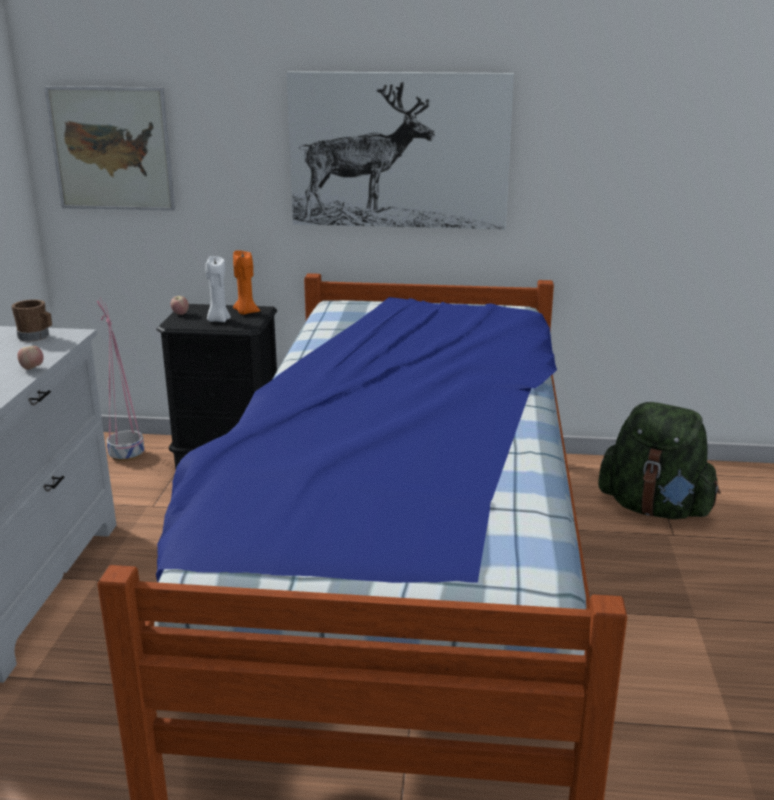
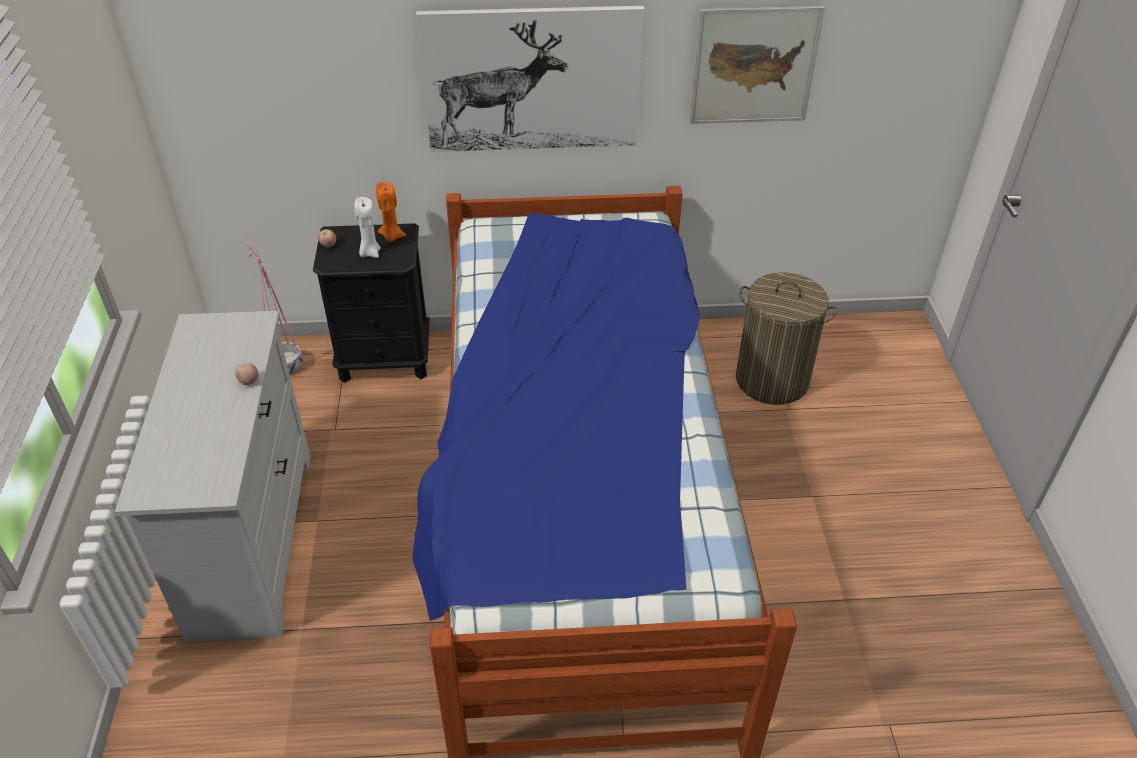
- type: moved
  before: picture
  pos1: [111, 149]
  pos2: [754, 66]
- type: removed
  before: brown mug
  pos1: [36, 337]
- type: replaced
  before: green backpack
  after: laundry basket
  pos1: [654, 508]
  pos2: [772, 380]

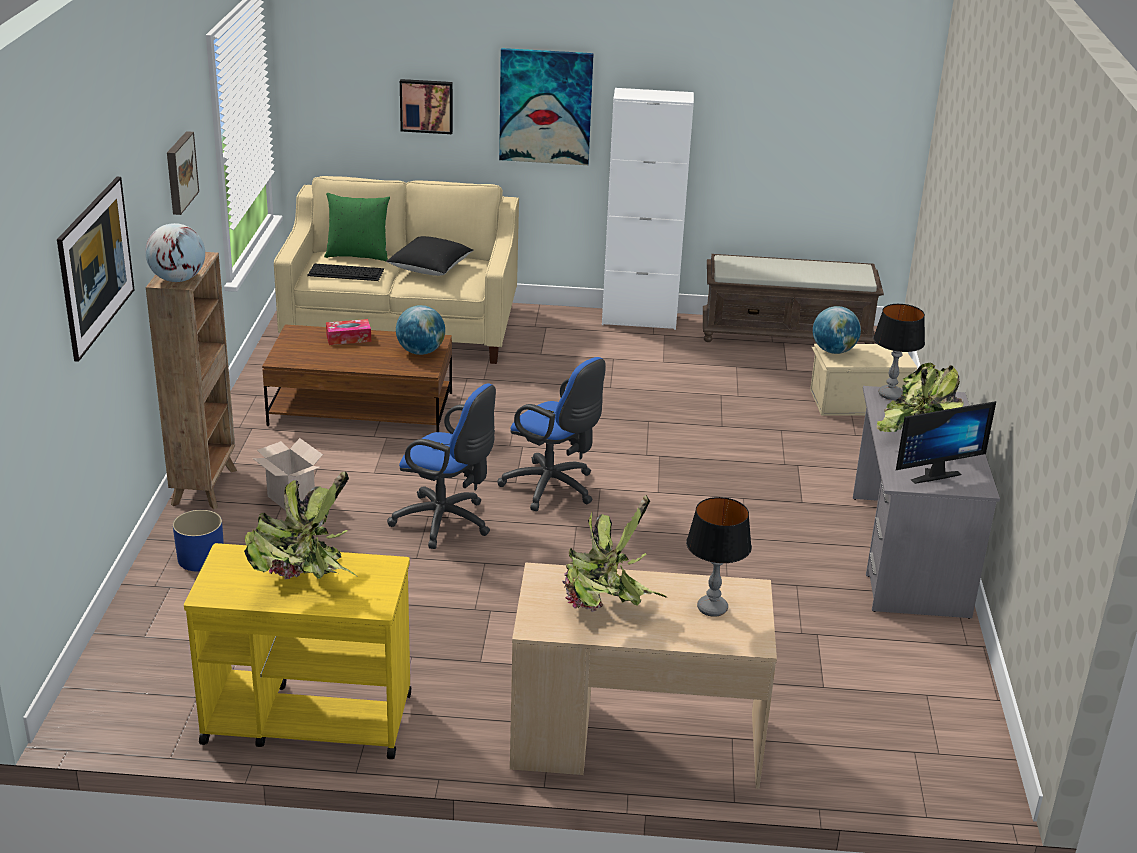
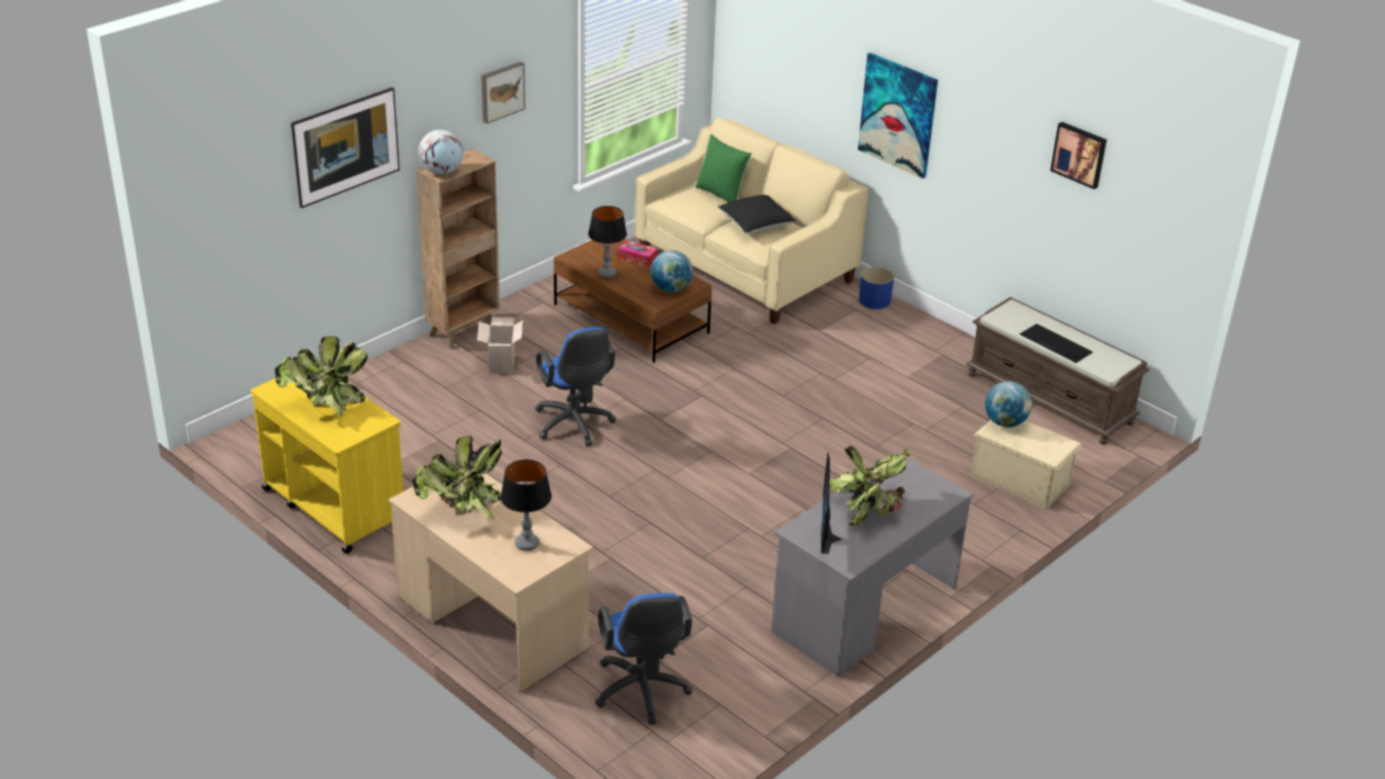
- type: moved
  before: picture
  pos1: [426, 105]
  pos2: [1079, 154]
- type: removed
  before: white cabinet
  pos1: [639, 320]
- type: moved
  before: keyboard
  pos1: [346, 272]
  pos2: [1056, 343]
- type: moved
  before: table lamp
  pos1: [890, 395]
  pos2: [607, 274]
- type: moved
  before: blue office chair
  pos1: [553, 489]
  pos2: [642, 693]
- type: turned
  before: monitor
  pos1: [932, 474]
  pos2: [831, 538]
  turn: 75
- type: moved
  before: blue planter
  pos1: [201, 558]
  pos2: [874, 301]

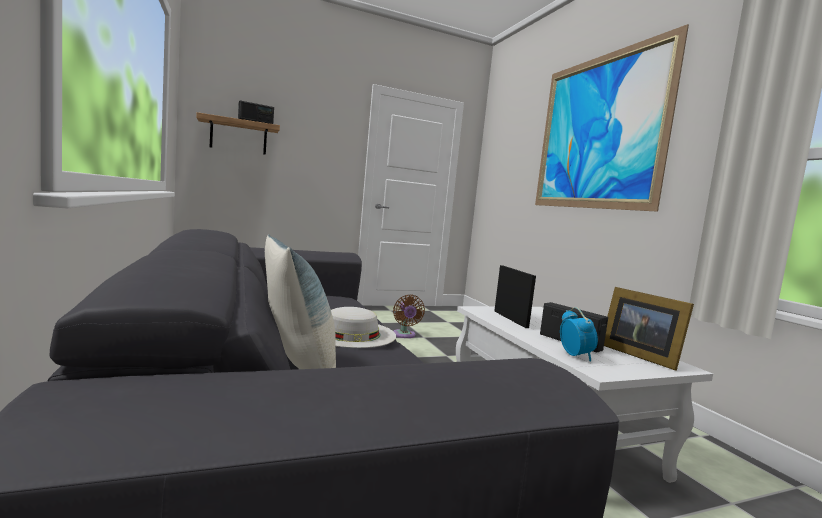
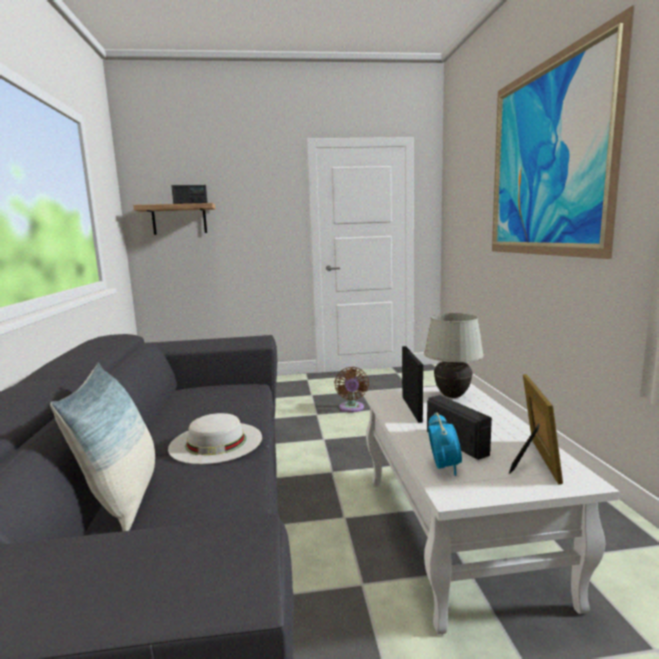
- type: turned
  before: picture frame
  pos1: [638, 355]
  pos2: [533, 461]
  turn: -150
- type: added
  after: white table lamp
  pos2: [452, 396]

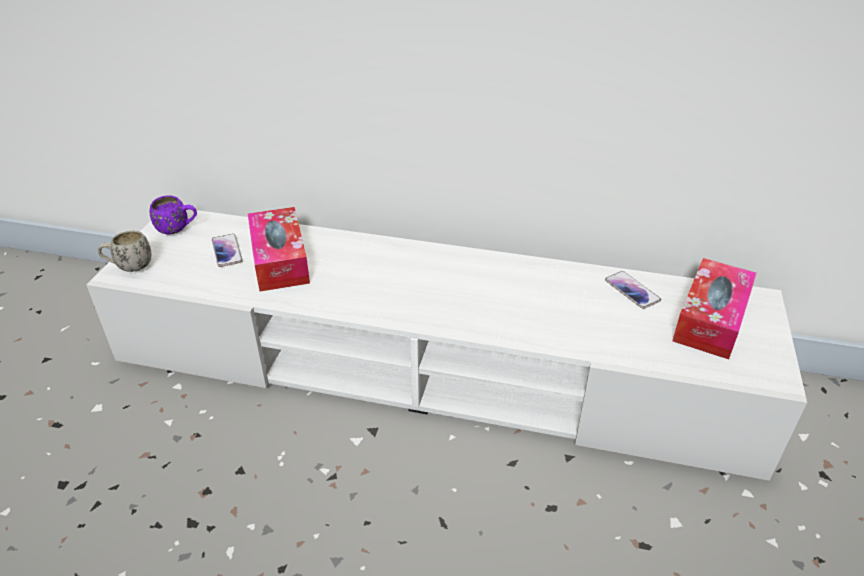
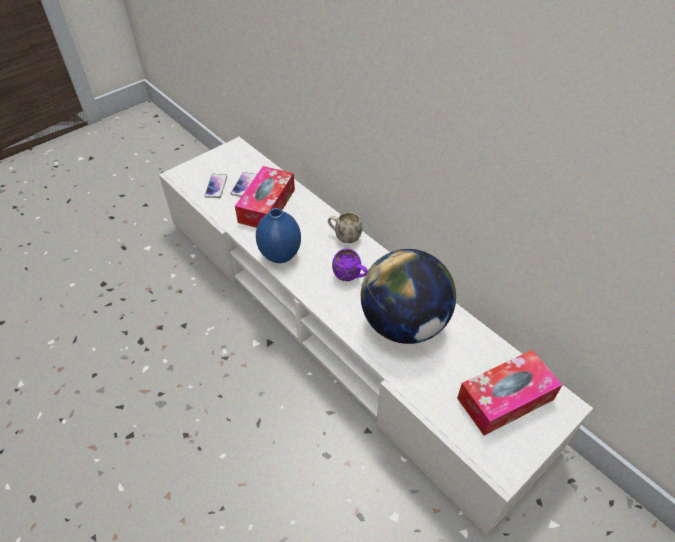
- type: moved
  before: purple mug
  pos1: [178, 229]
  pos2: [350, 277]
- type: moved
  before: white mug
  pos1: [129, 267]
  pos2: [344, 237]
- type: moved
  before: phone
  pos1: [632, 290]
  pos2: [216, 186]
- type: added
  after: blue vase
  pos2: [280, 256]
- type: added
  after: globe
  pos2: [404, 324]

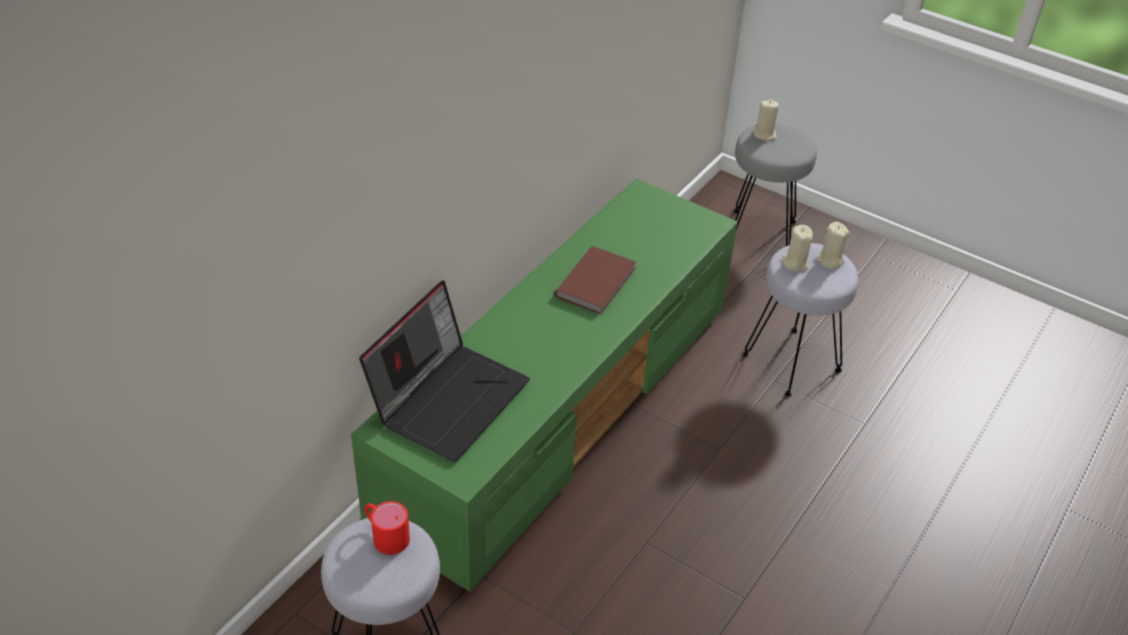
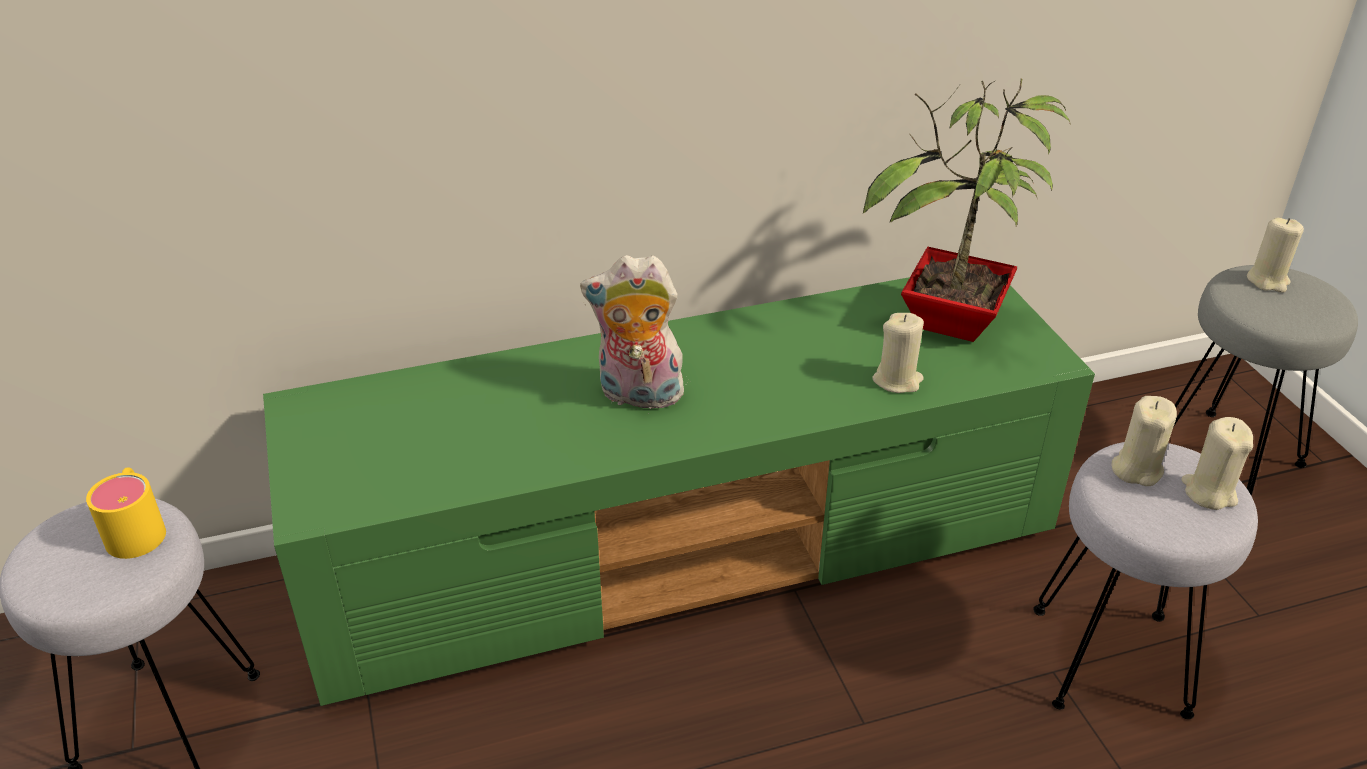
- type: removed
  before: brown book
  pos1: [598, 282]
- type: removed
  before: laptop
  pos1: [449, 398]
- type: recoloured
  before: red mug
  after: yellow mug
  pos1: [385, 535]
  pos2: [137, 528]
- type: added
  after: potted plant
  pos2: [951, 325]
- type: added
  after: plush toy
  pos2: [638, 396]
- type: added
  after: beige candle
  pos2: [897, 380]

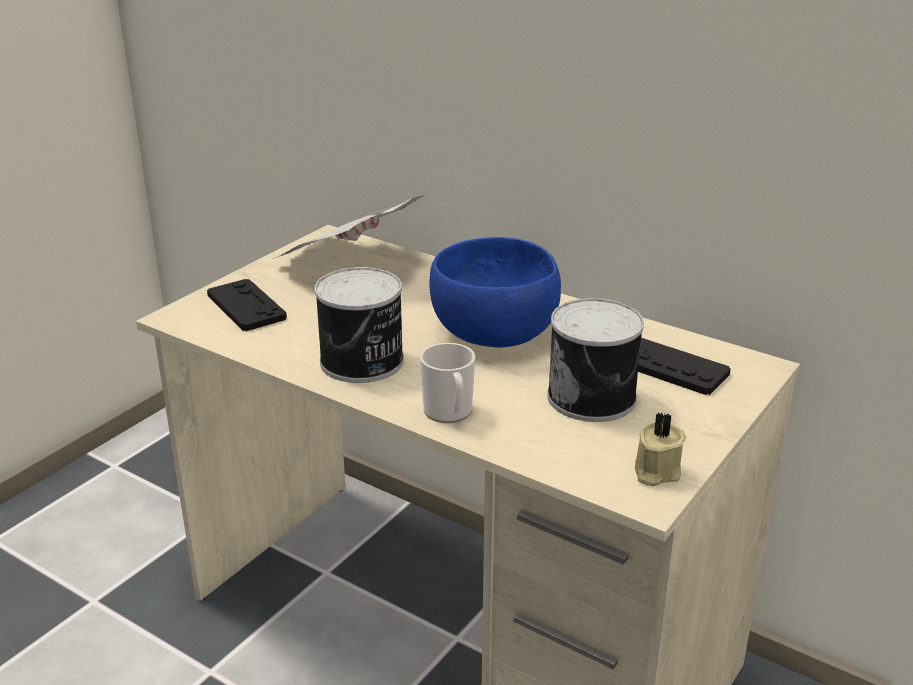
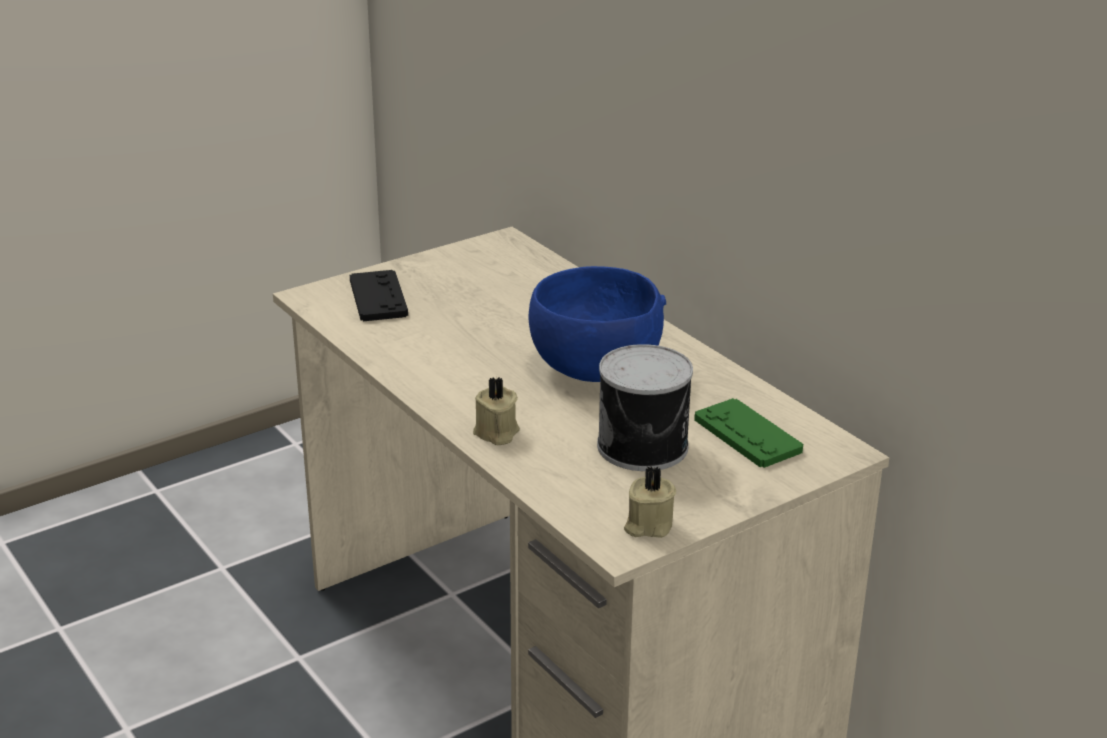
- type: removed
  before: newspaper
  pos1: [349, 265]
- type: removed
  before: can
  pos1: [363, 362]
- type: recoloured
  before: black game controller
  after: green game controller
  pos1: [672, 368]
  pos2: [747, 435]
- type: replaced
  before: mug
  after: beige candle
  pos1: [449, 413]
  pos2: [496, 433]

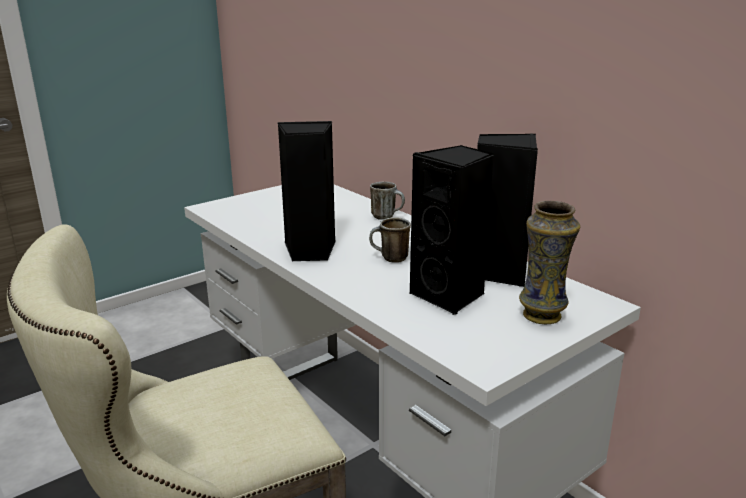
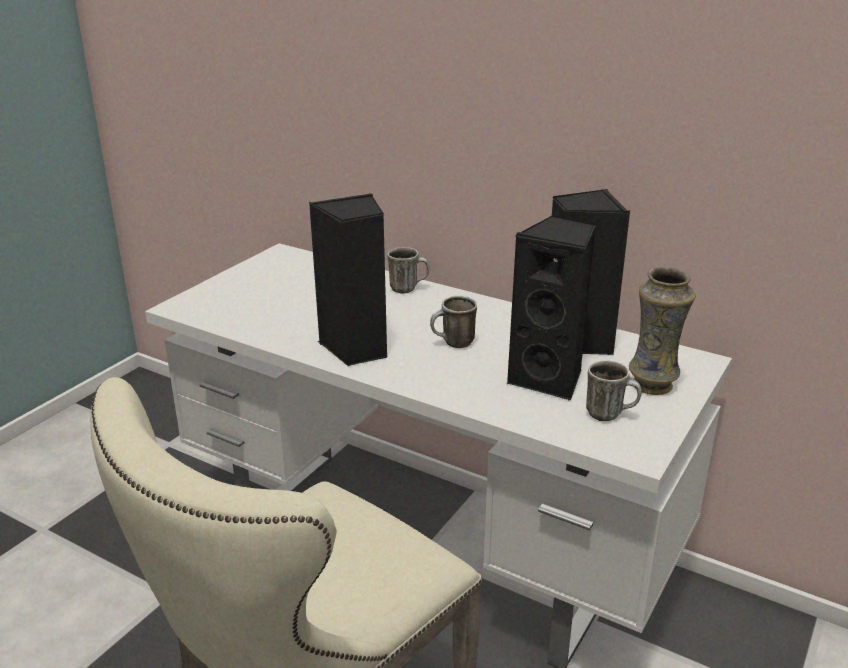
- type: added
  after: mug
  pos2: [610, 414]

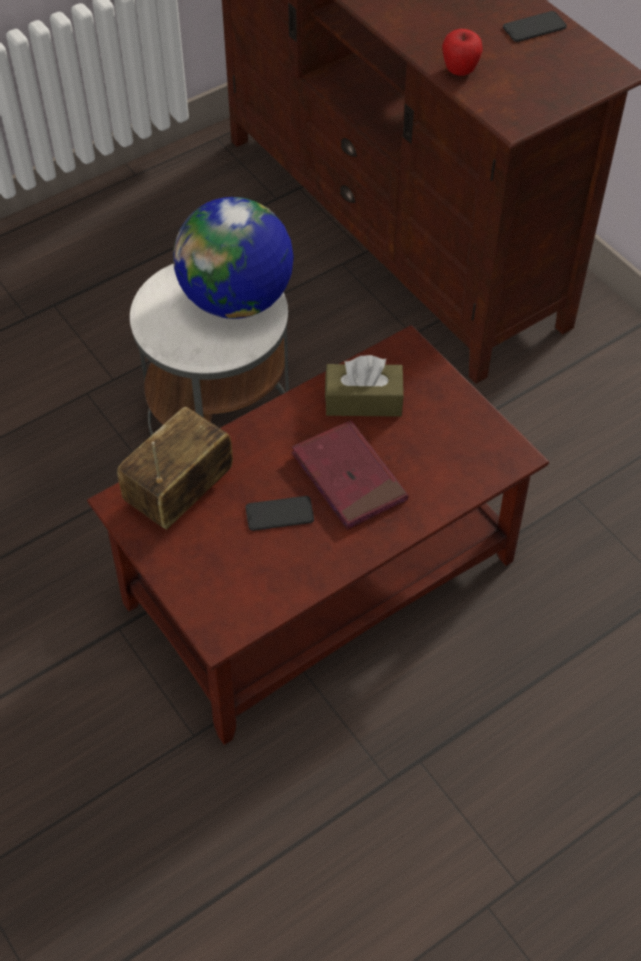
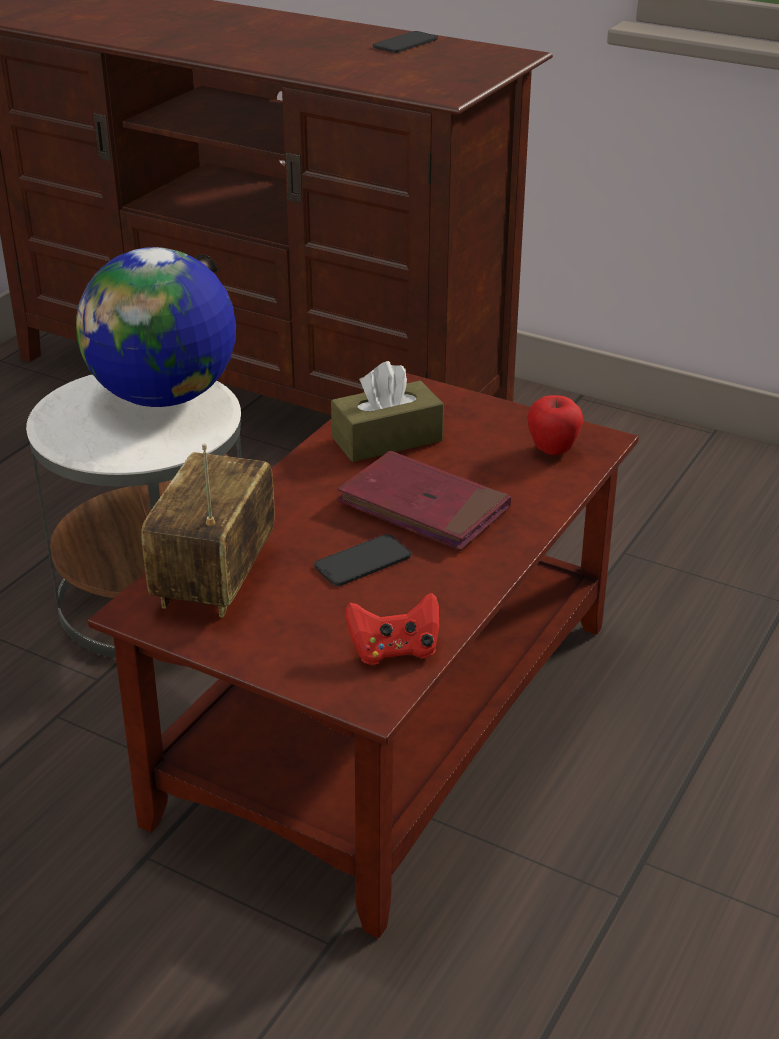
- type: moved
  before: apple
  pos1: [460, 71]
  pos2: [552, 450]
- type: added
  after: red game controller
  pos2: [394, 650]

